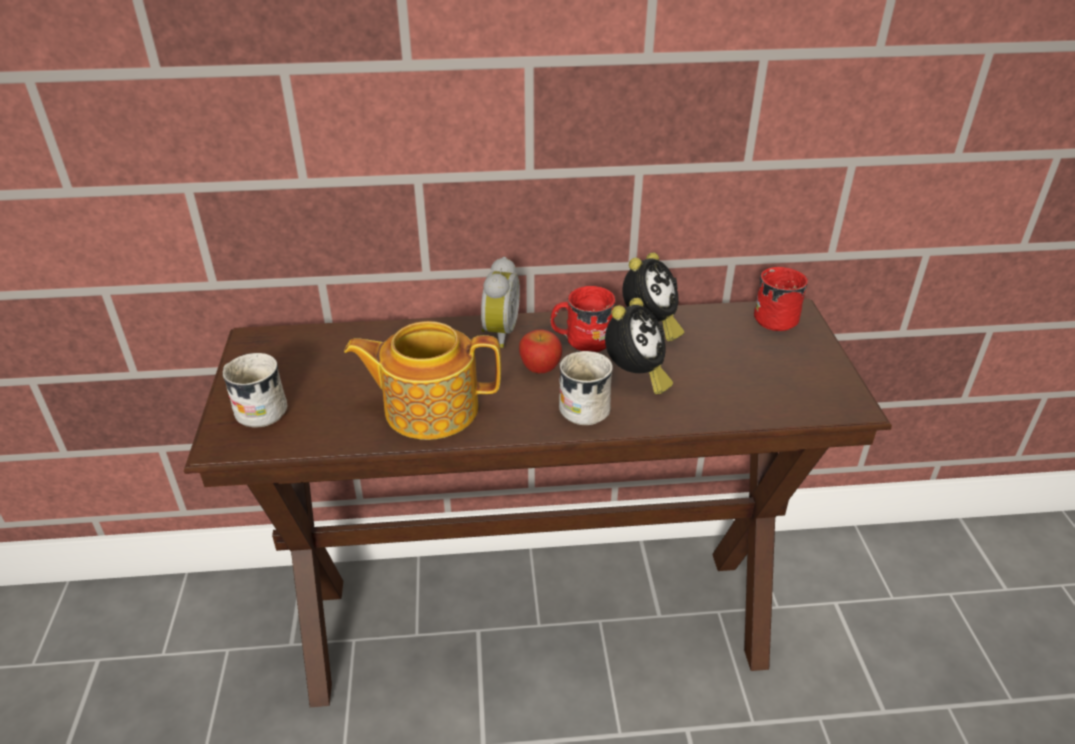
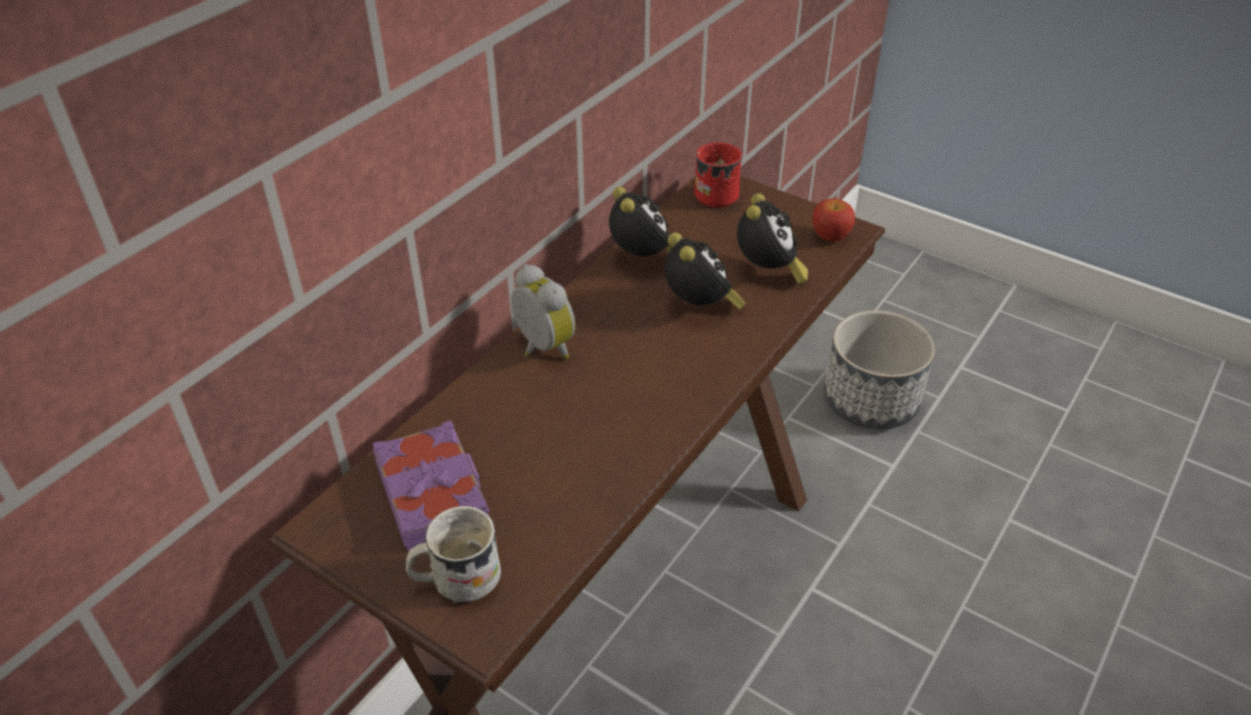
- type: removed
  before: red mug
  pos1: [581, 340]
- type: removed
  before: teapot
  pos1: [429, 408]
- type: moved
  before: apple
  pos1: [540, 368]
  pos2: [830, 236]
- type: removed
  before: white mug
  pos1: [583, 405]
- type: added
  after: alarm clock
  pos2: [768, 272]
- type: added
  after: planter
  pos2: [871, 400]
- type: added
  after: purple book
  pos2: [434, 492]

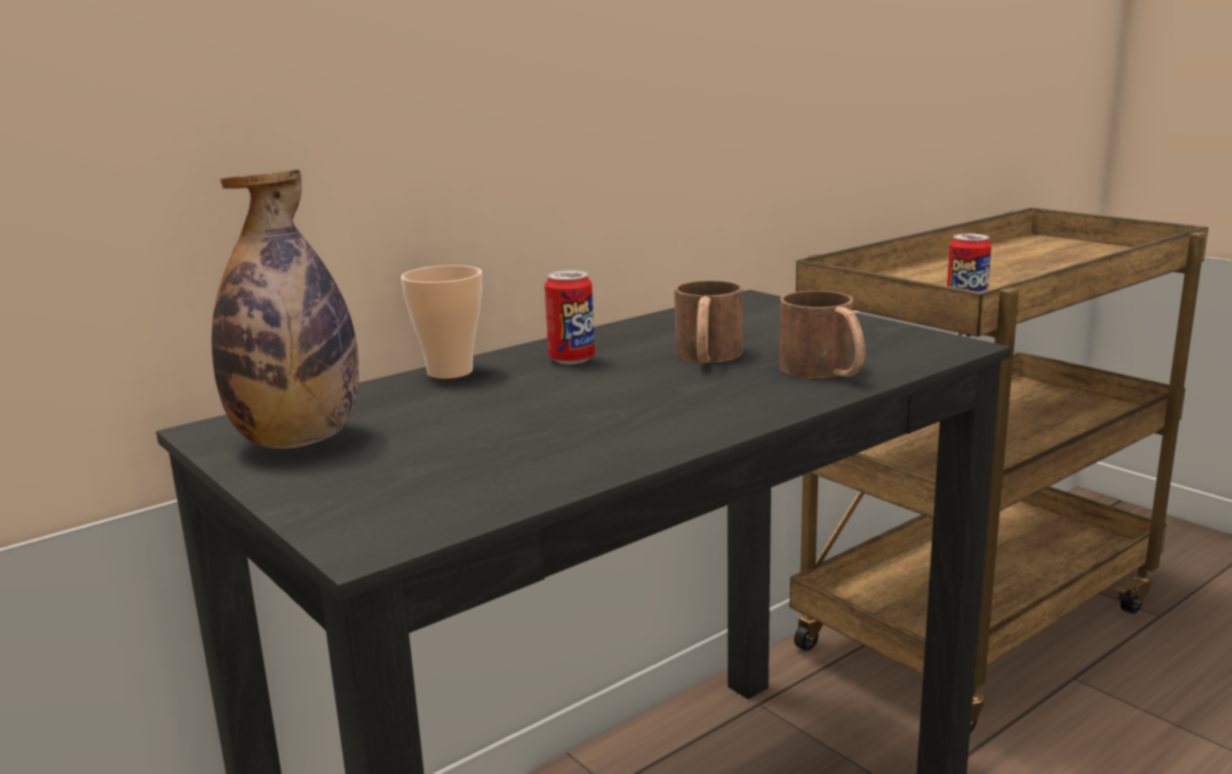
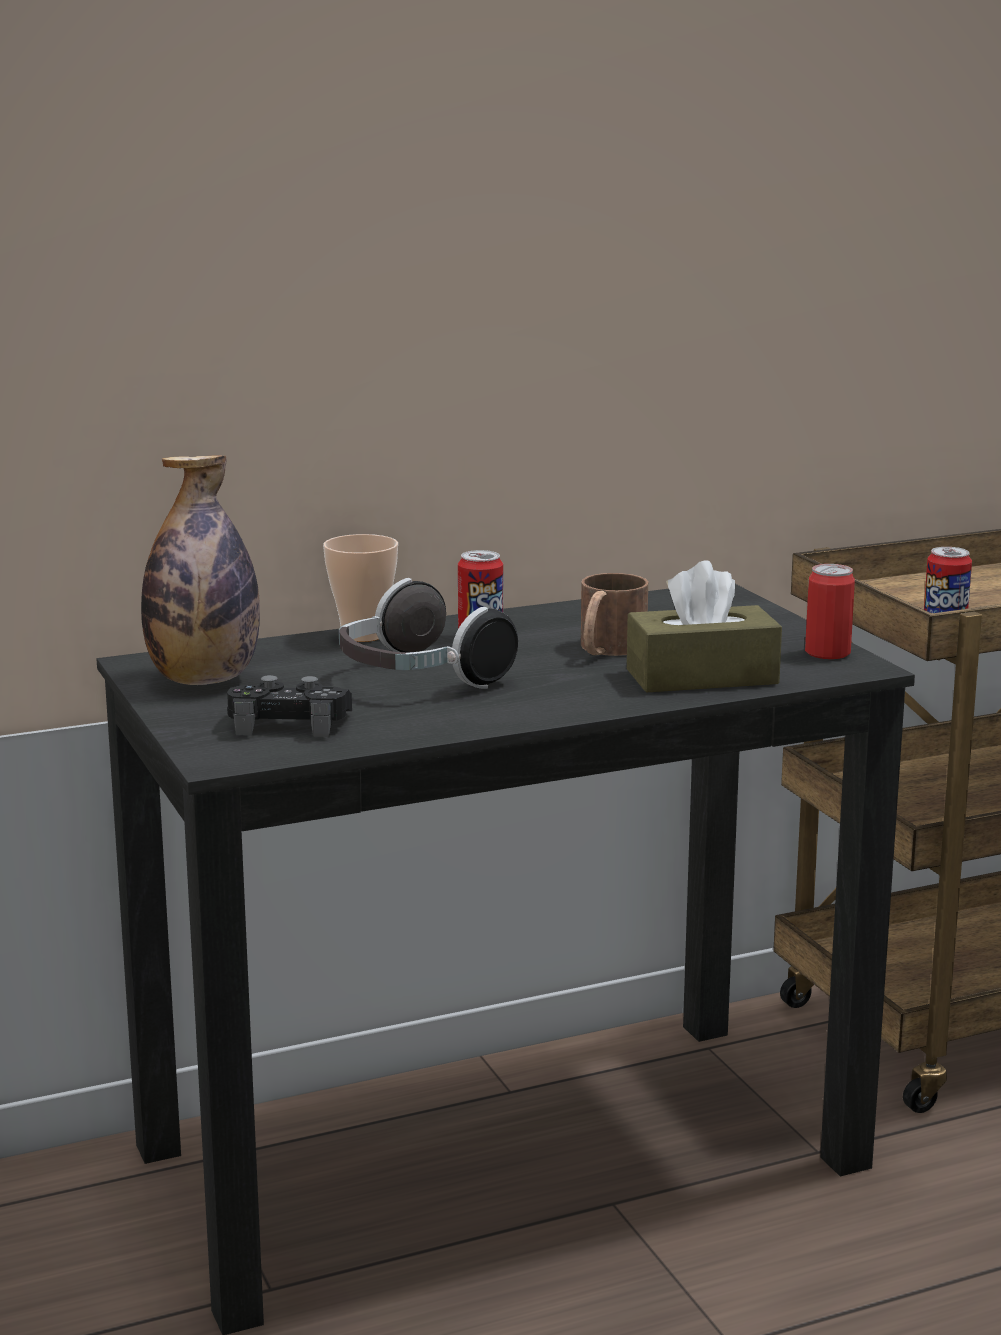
- type: replaced
  before: brown mug
  after: brown tissue box
  pos1: [826, 372]
  pos2: [702, 677]
- type: added
  after: can
  pos2: [827, 653]
- type: added
  after: headphones
  pos2: [418, 677]
- type: added
  after: black game controller
  pos2: [289, 723]

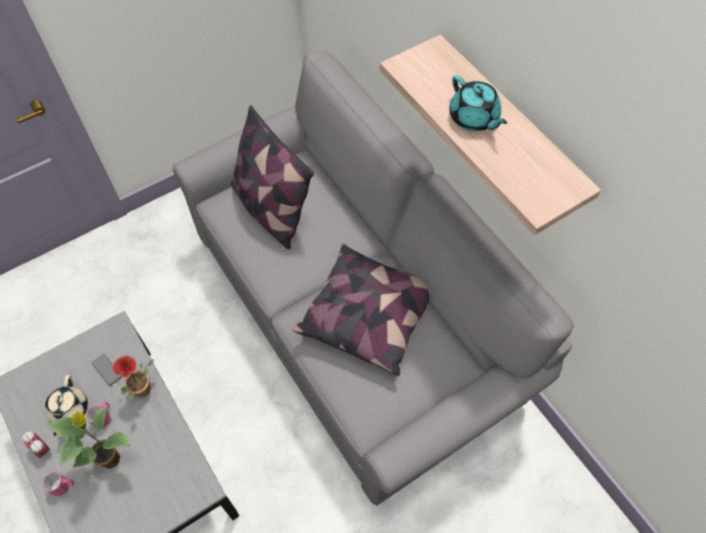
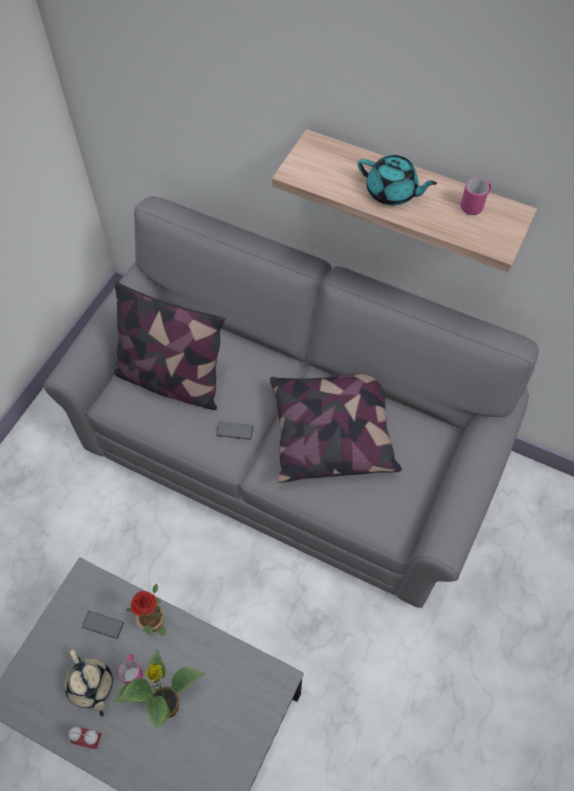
- type: moved
  before: pink mug
  pos1: [64, 486]
  pos2: [474, 205]
- type: added
  after: phone
  pos2: [235, 431]

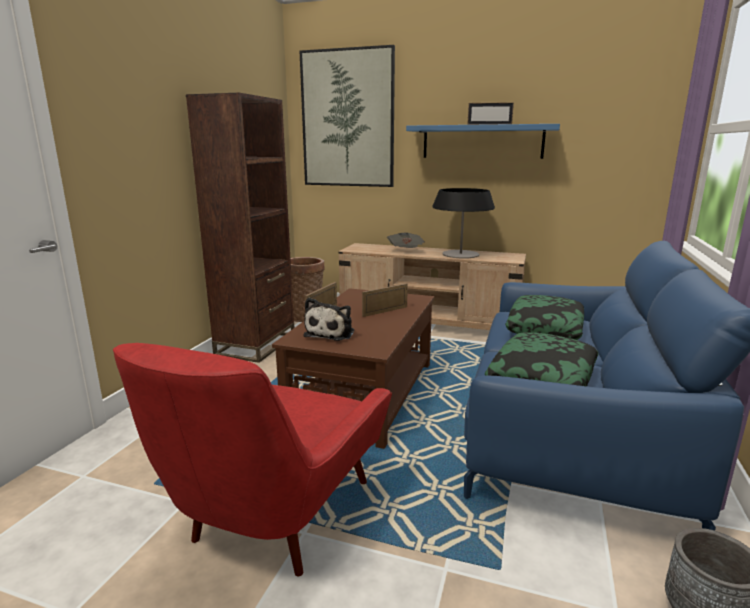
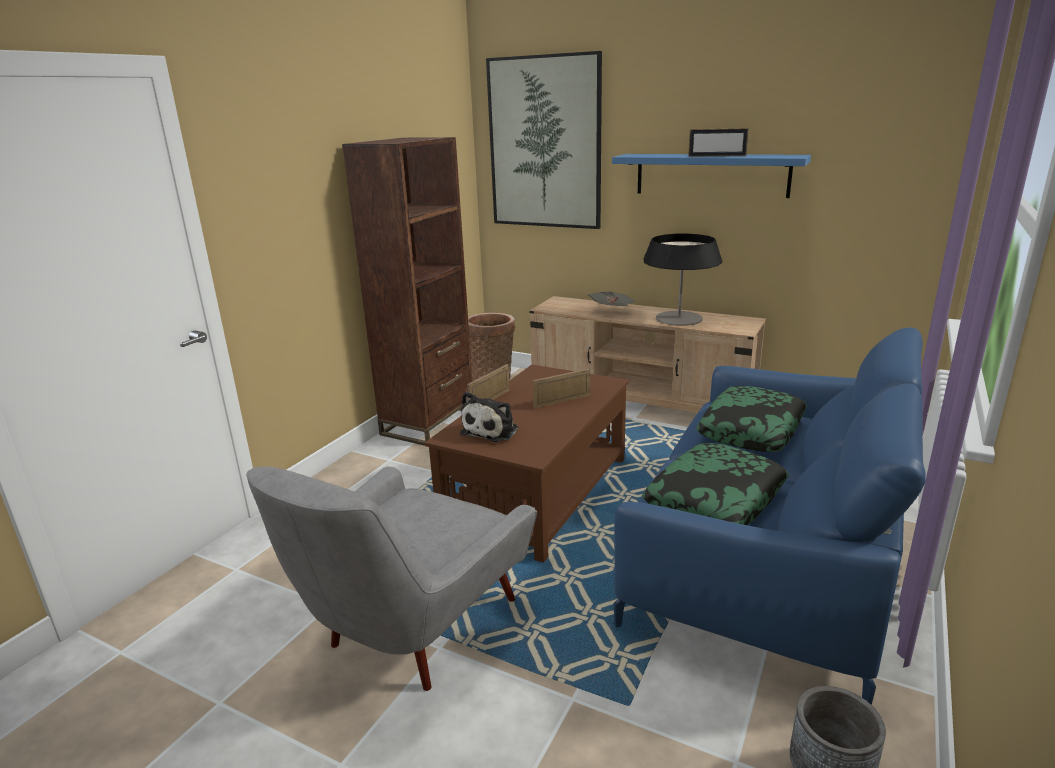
- type: recoloured
  before: red armchair
  after: grey armchair
  pos1: [272, 520]
  pos2: [411, 632]

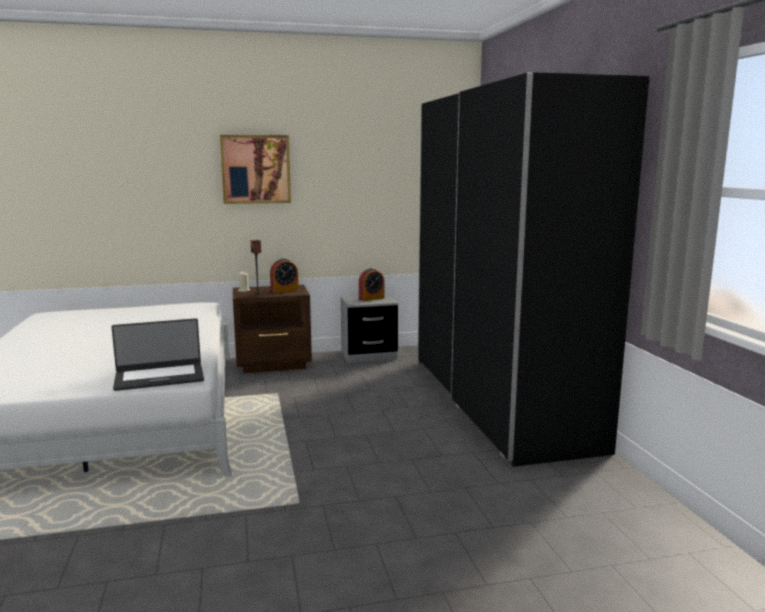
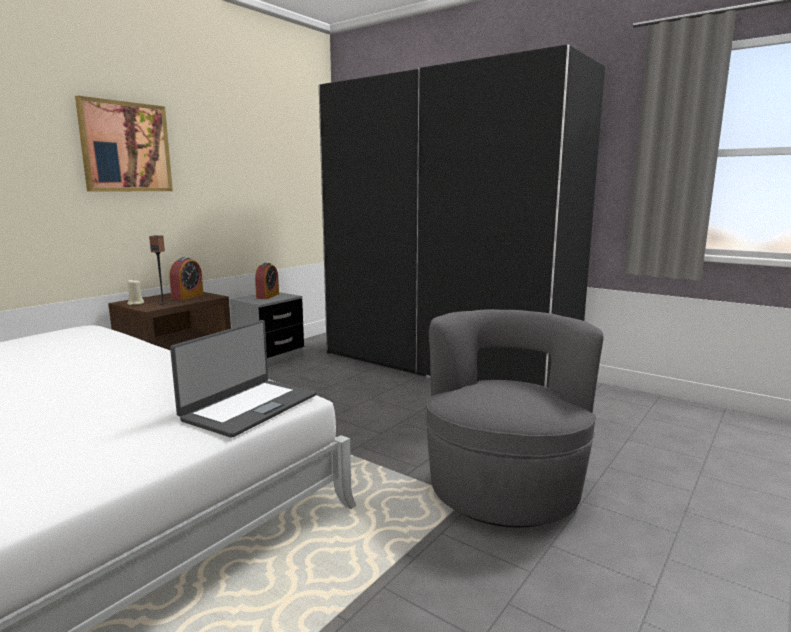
- type: added
  after: grey armchair
  pos2: [504, 488]

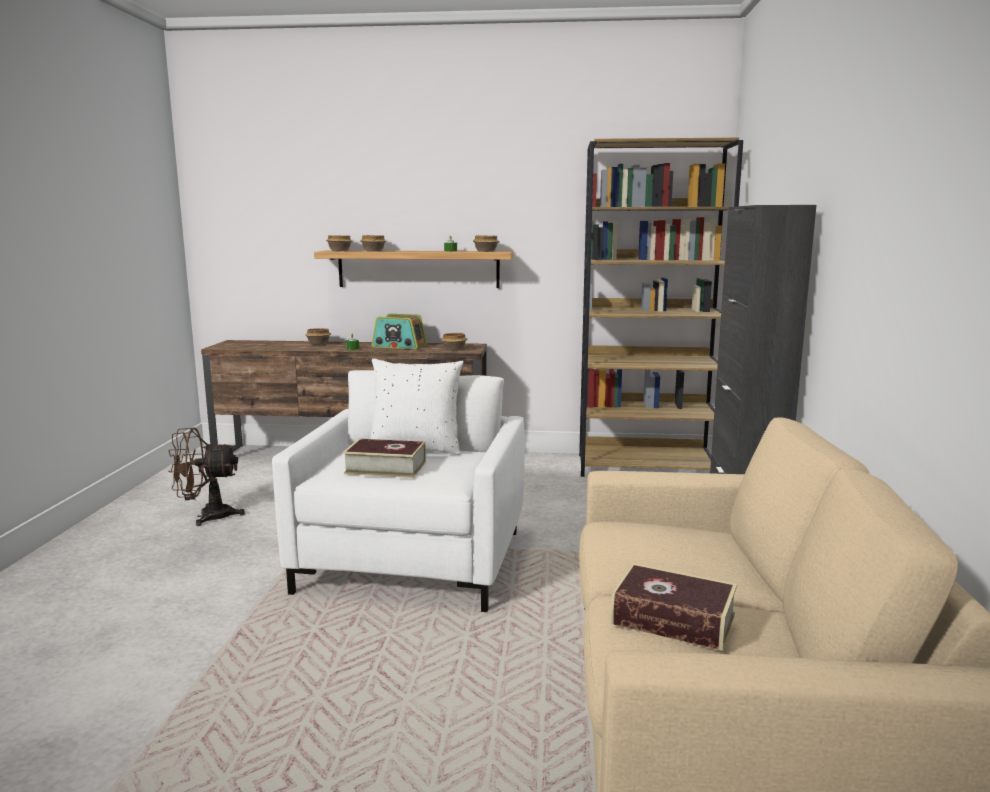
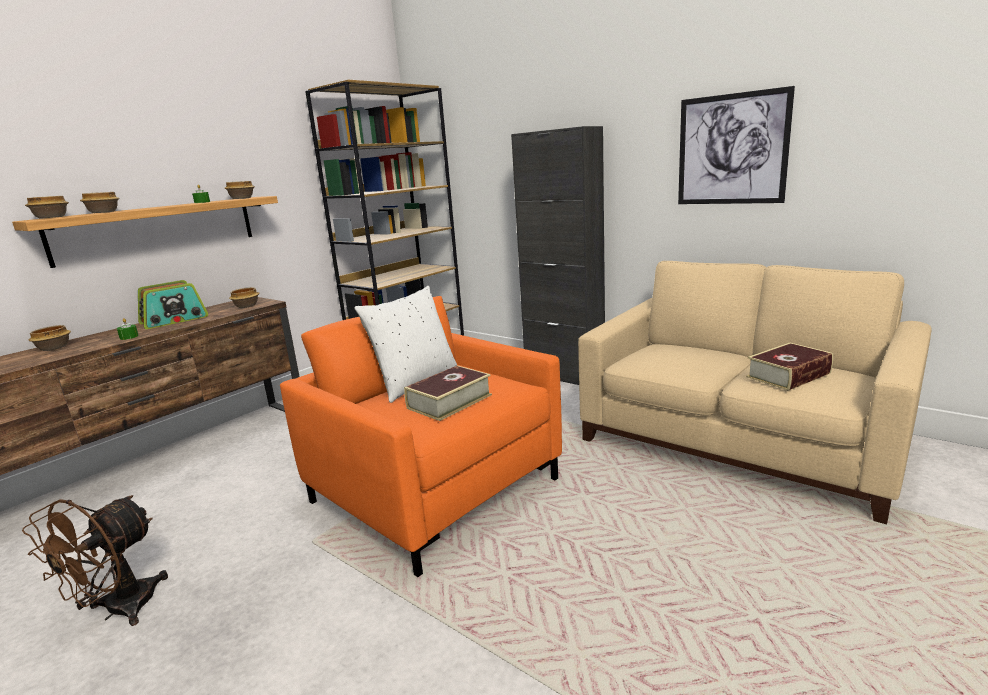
- type: recoloured
  before: white armchair
  after: orange armchair
  pos1: [414, 562]
  pos2: [436, 490]
- type: added
  after: picture
  pos2: [731, 150]

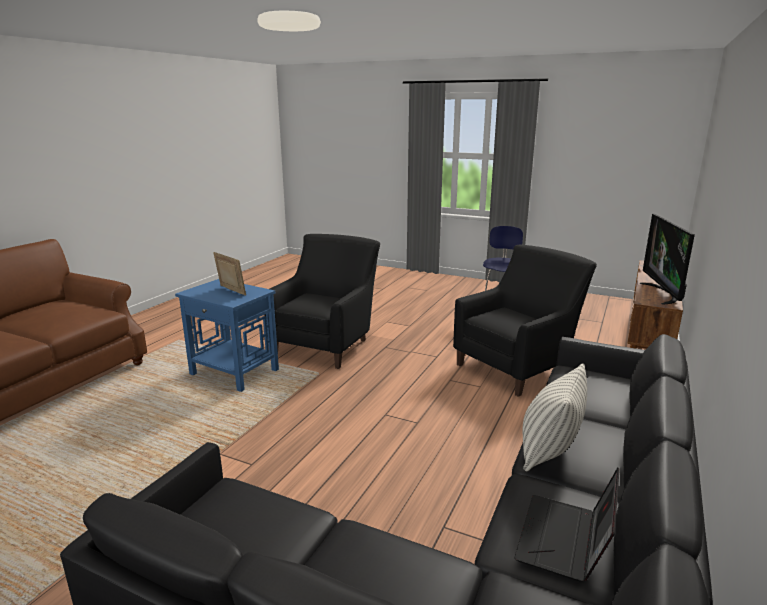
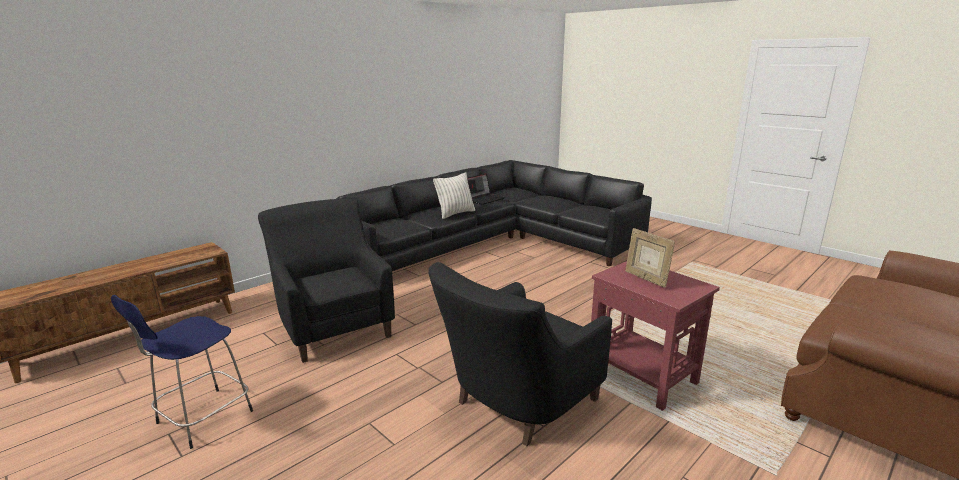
- type: removed
  before: television
  pos1: [663, 294]
- type: turned
  before: black armchair
  pos1: [519, 366]
  pos2: [333, 326]
  turn: 75
- type: recoloured
  before: blue side table
  after: red side table
  pos1: [234, 373]
  pos2: [642, 376]

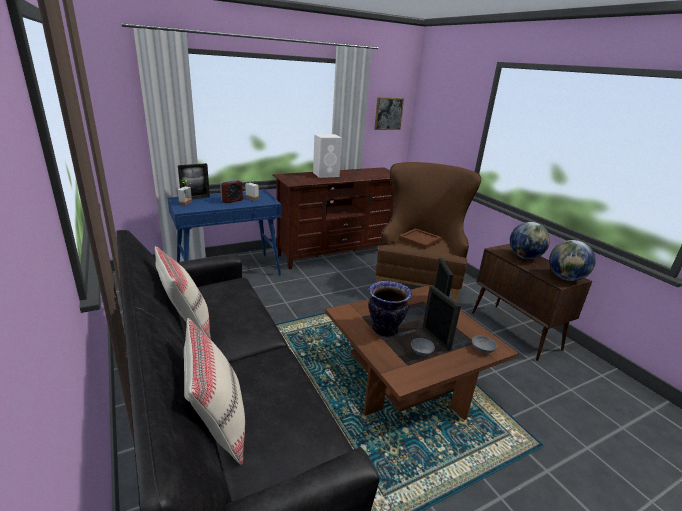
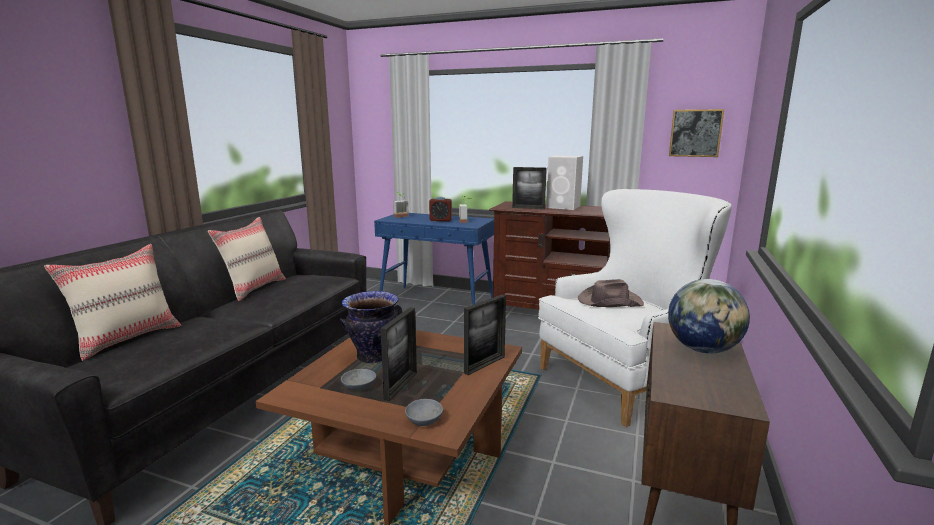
- type: recoloured
  before: brown armchair
  after: white armchair
  pos1: [417, 283]
  pos2: [624, 380]
- type: moved
  before: picture frame
  pos1: [195, 198]
  pos2: [528, 208]
- type: replaced
  before: brown tray
  after: brown hat
  pos1: [419, 240]
  pos2: [609, 301]
- type: removed
  before: globe
  pos1: [565, 278]

